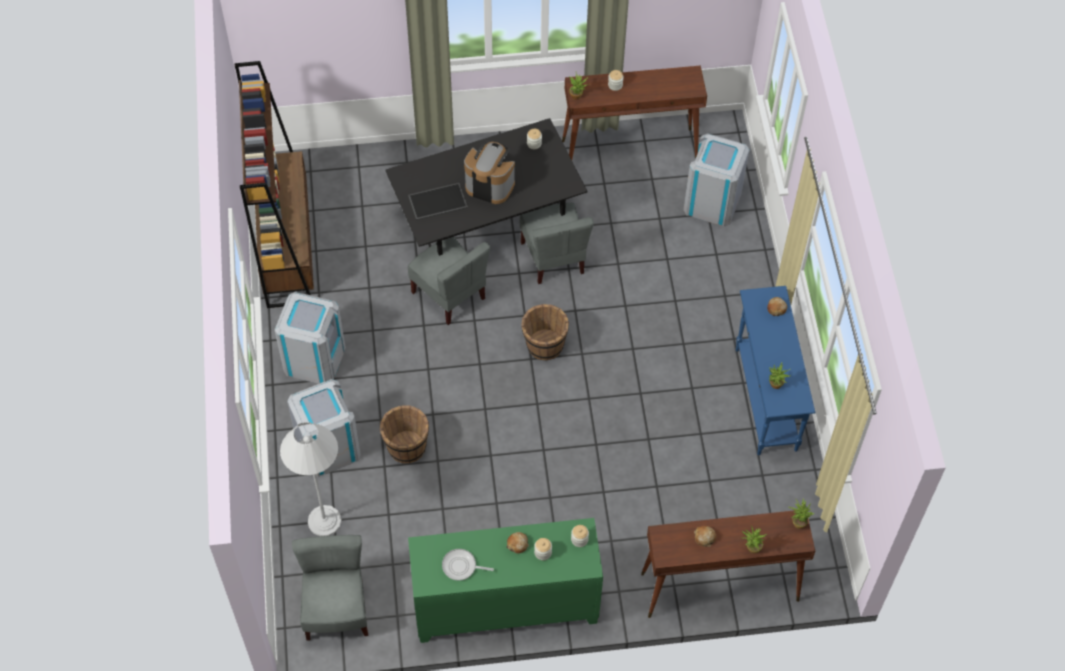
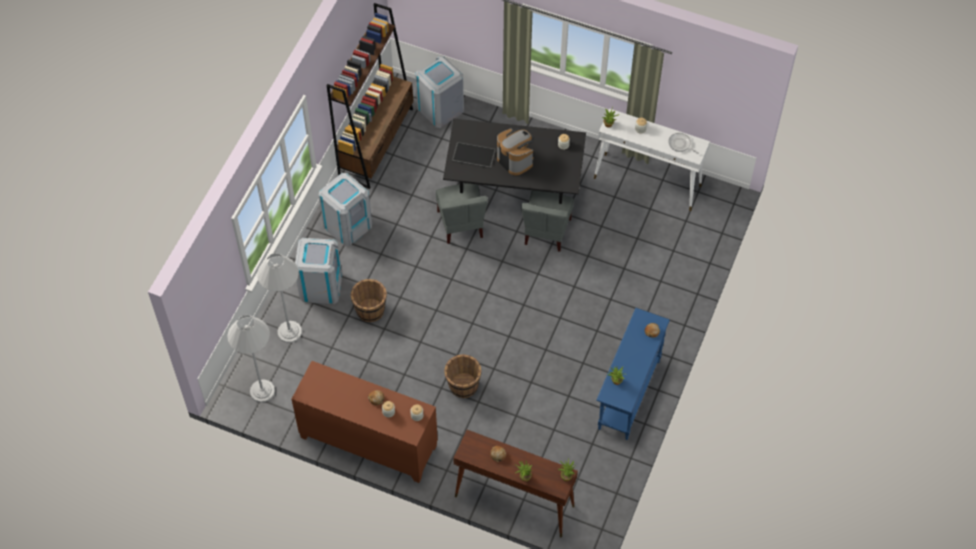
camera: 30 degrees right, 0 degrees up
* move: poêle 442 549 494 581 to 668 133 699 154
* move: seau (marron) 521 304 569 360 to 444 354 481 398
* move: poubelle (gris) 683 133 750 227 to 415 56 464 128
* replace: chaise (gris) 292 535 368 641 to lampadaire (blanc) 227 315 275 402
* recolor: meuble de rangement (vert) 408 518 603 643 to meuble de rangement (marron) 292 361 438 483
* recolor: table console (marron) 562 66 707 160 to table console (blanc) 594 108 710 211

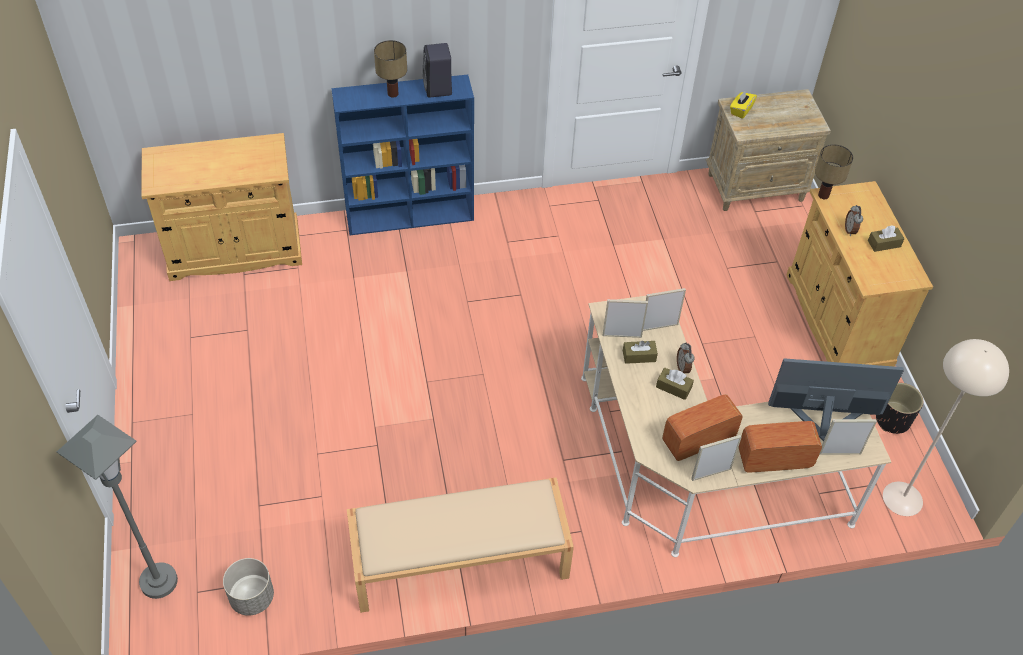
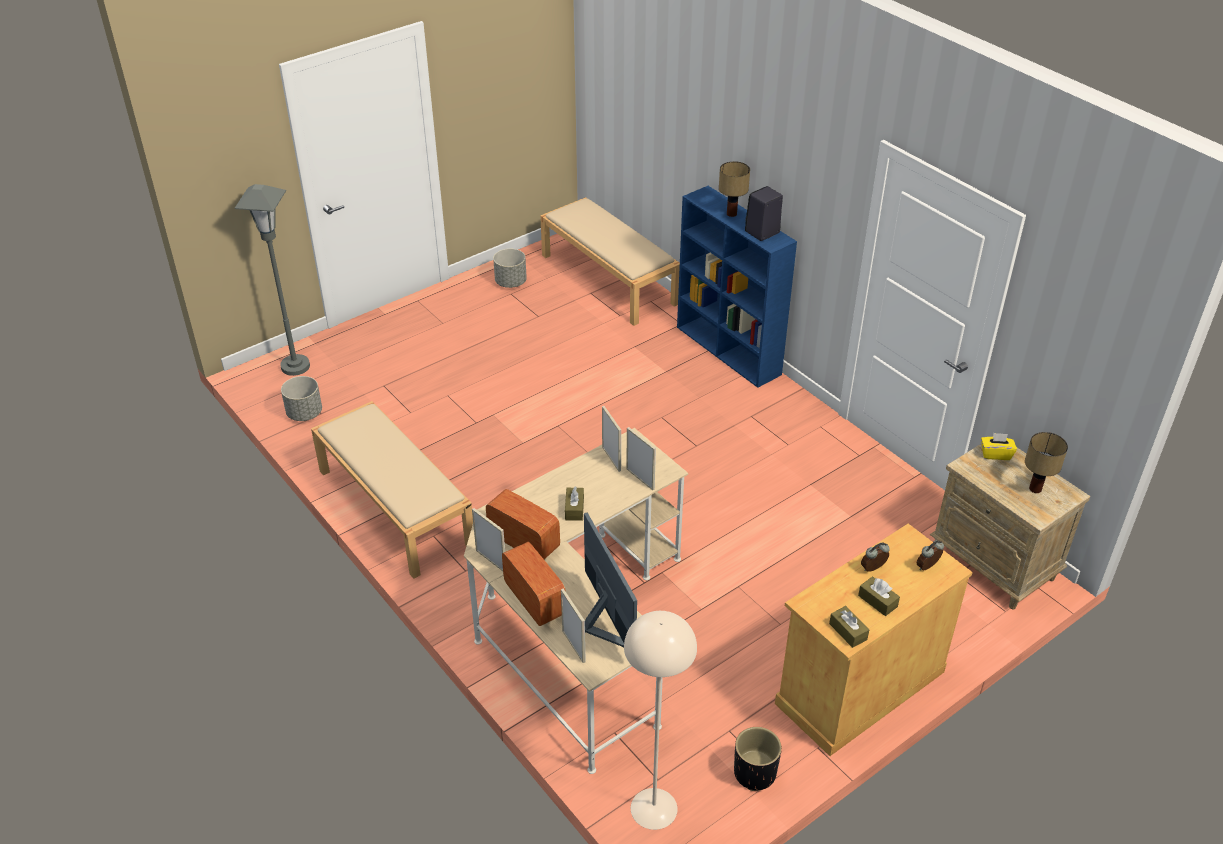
camera: 65 degrees right, 10 degrees down
* insert: cache-pot (gris) 493 249 527 288
* move: boîte à mouchoirs (marron) 623 341 658 364 to 829 606 869 648
* move: réveil 677 342 695 373 to 917 540 944 570
* move: lampe de table 815 144 853 199 to 1025 432 1068 493
* replace: meuble de rangement (beige) 141 133 302 281 to banc (beige) 540 197 680 326

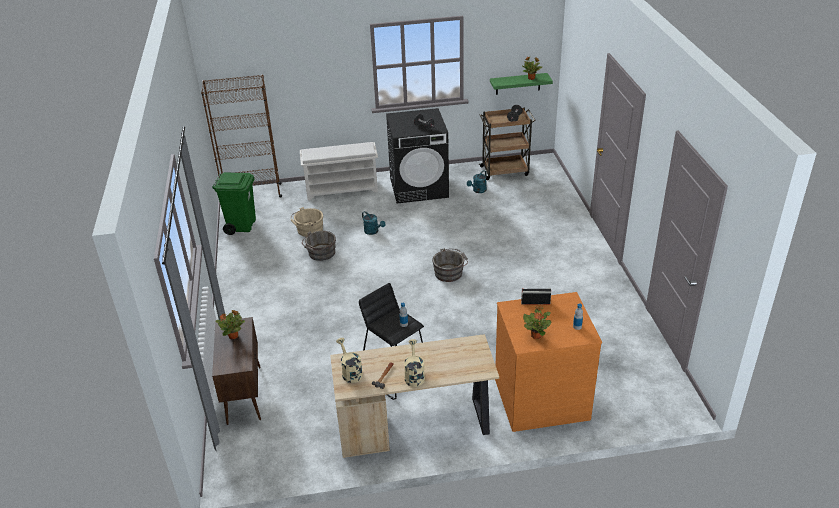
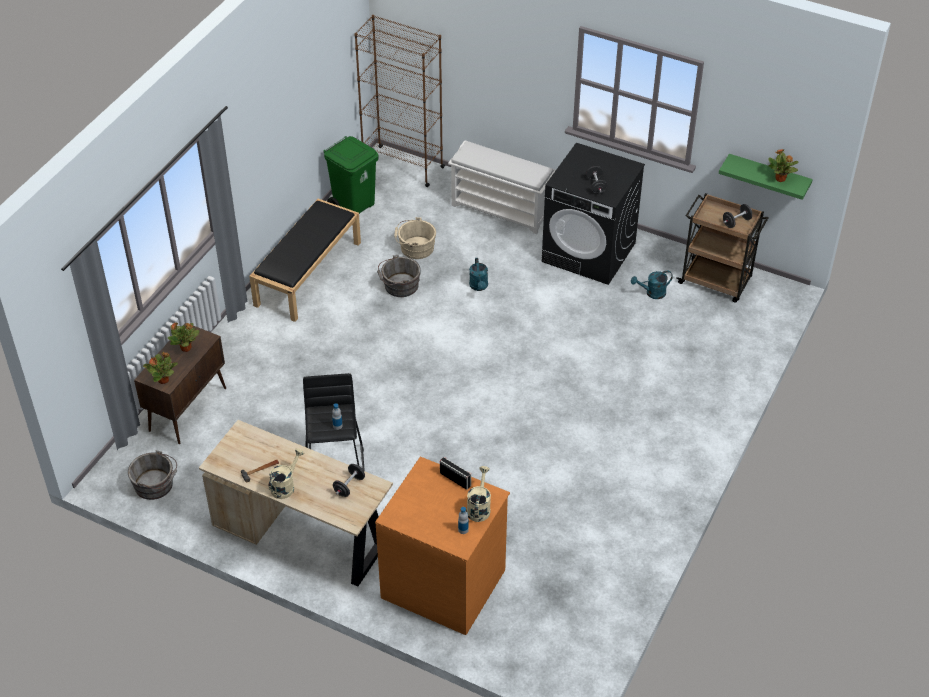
camera: 35 degrees right, 10 degrees up
* insert: banc (noir) 249 199 361 322
* insert: haltère (noir) 333 464 365 497
* move: arrosoir (beige) 336 338 363 383 to 467 466 491 522
* move: seau (gris) 432 248 468 282 to 128 450 177 500
* move: plante en pot 523 306 552 339 to 143 352 178 384

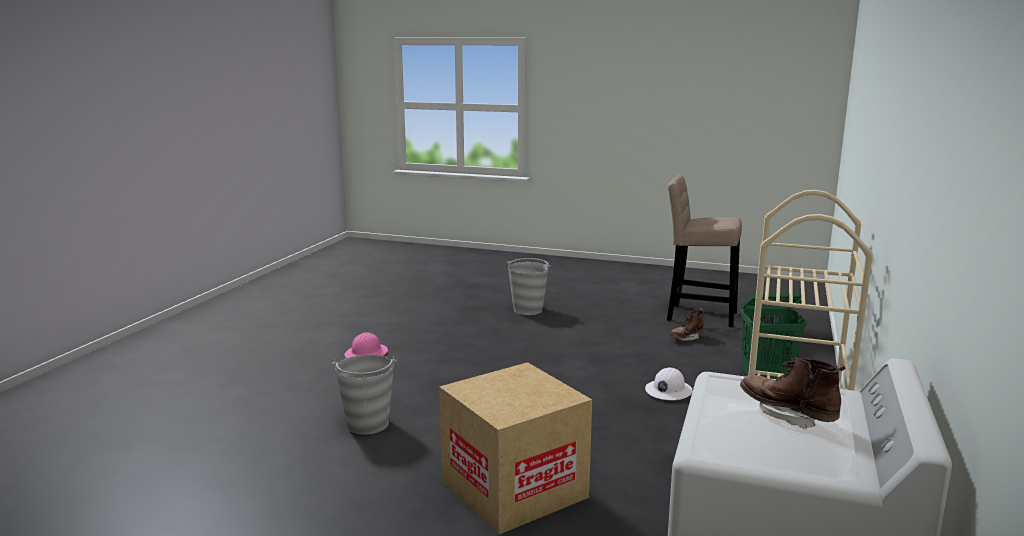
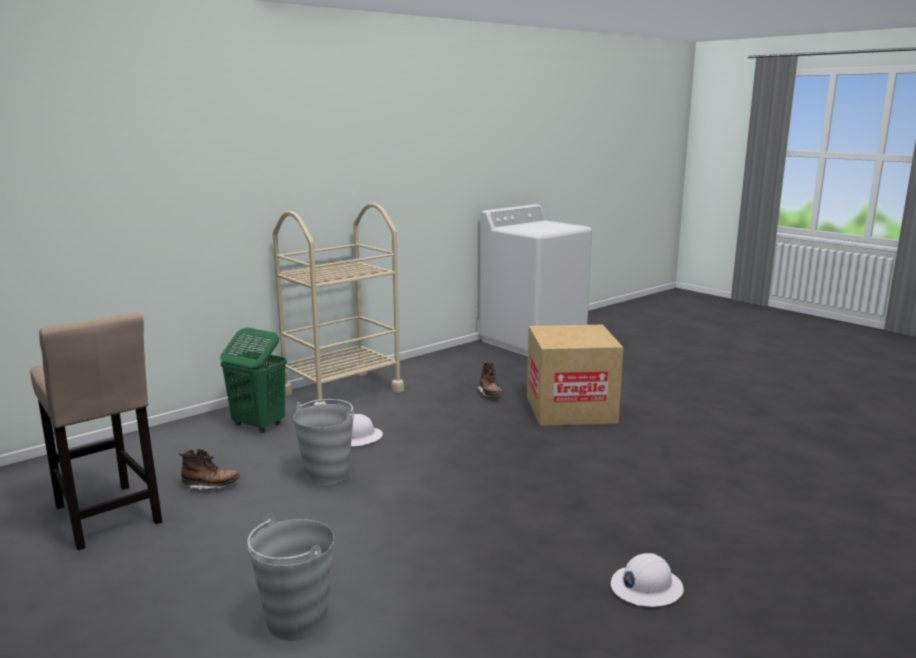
camera: 150 degrees left, 0 degrees up
* move: seau (gris) 332 355 397 434 to 293 399 354 486
* move: botte (marron) 740 357 846 429 to 477 361 501 397
* recolor: casque de chantier (rose) 344 332 388 358 to casque de chantier (blanc) 611 553 684 607

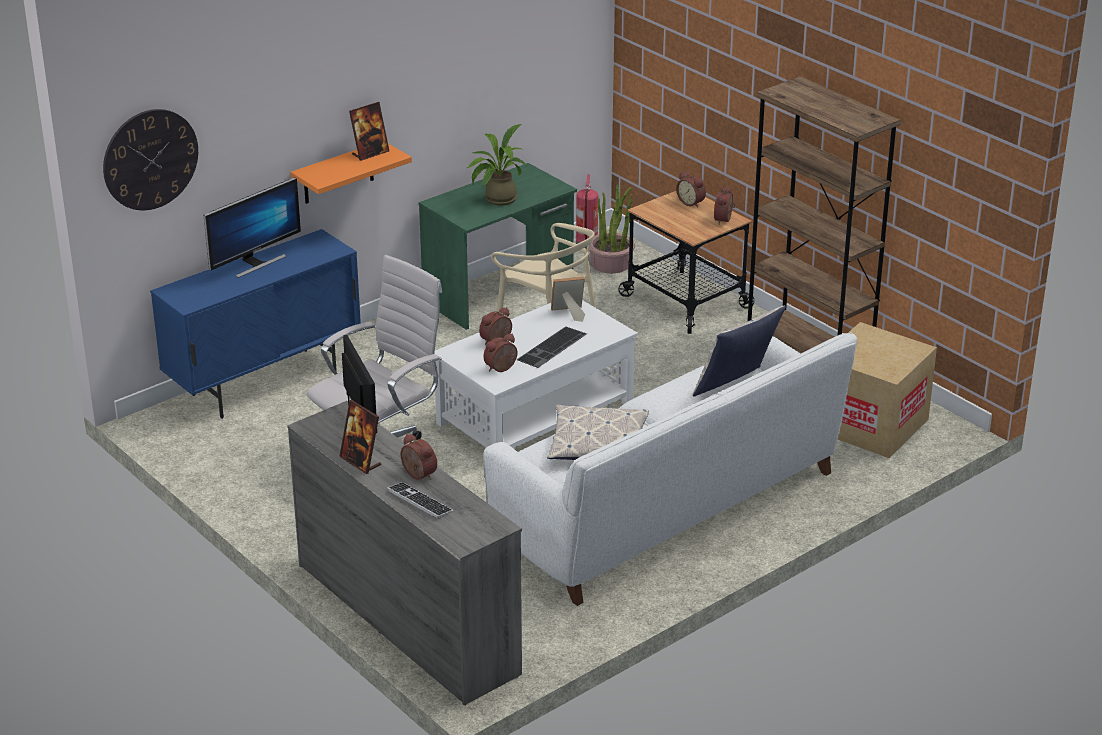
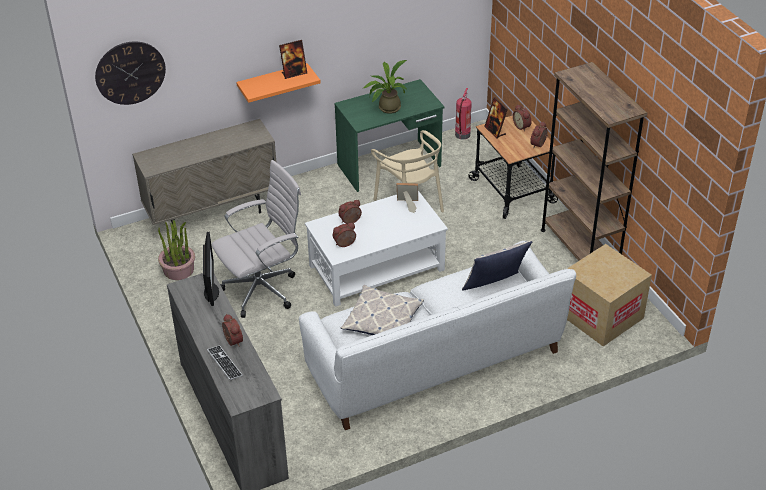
camera: 15 degrees right, 10 degrees up
* delete: écran d'ordinateur 204 177 301 278
* delete: clavier 516 327 587 368
* move: cadre photo 339 400 381 474 to 484 97 508 139
* move: plante en pot 589 185 635 273 to 158 219 195 280
* recolor: meuble de rangement (bleu) 150 229 361 419 to meuble de rangement (beige) 132 119 276 225

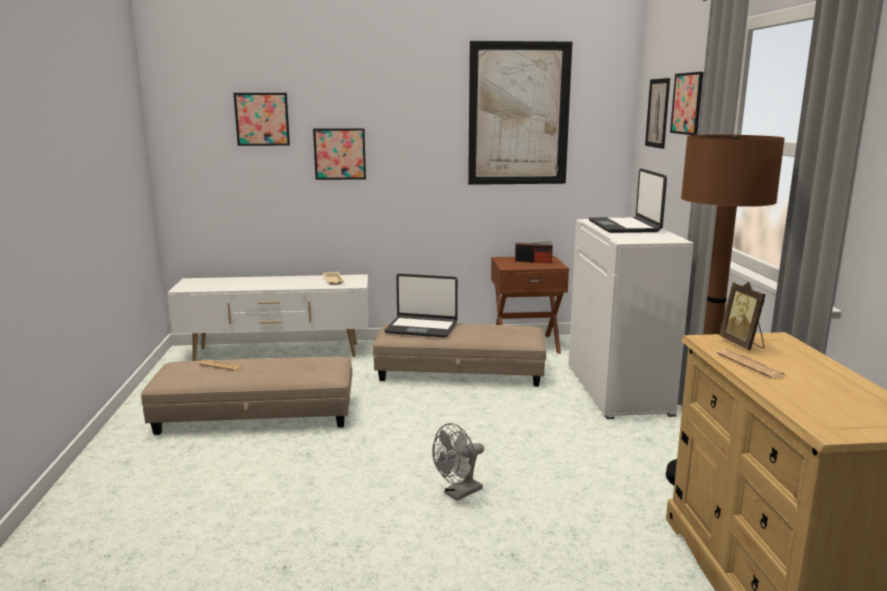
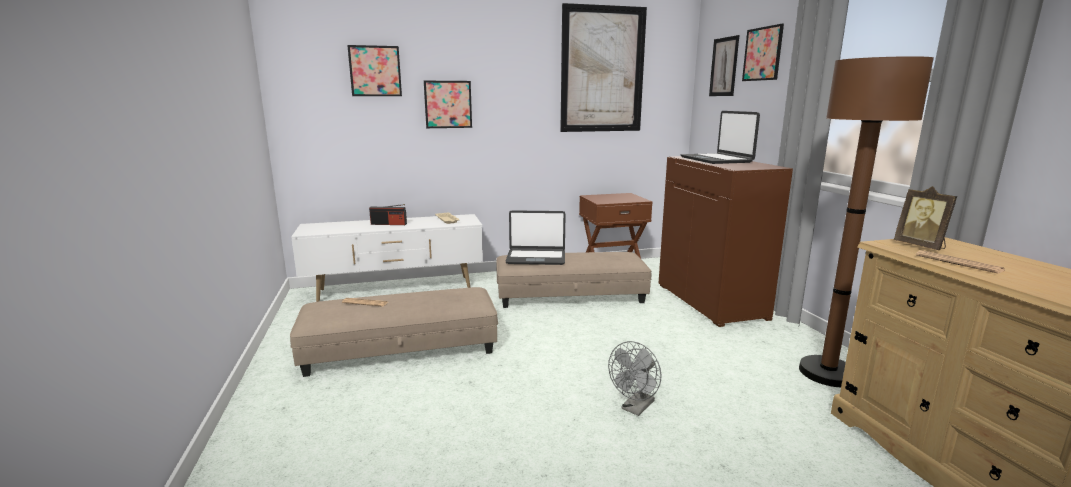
camera: 10 degrees left, 0 degrees up
* move: radio 515 241 553 263 to 369 204 407 225
* recolor: meuble de rangement (blanc) 568 219 694 419 to meuble de rangement (marron) 659 156 793 327

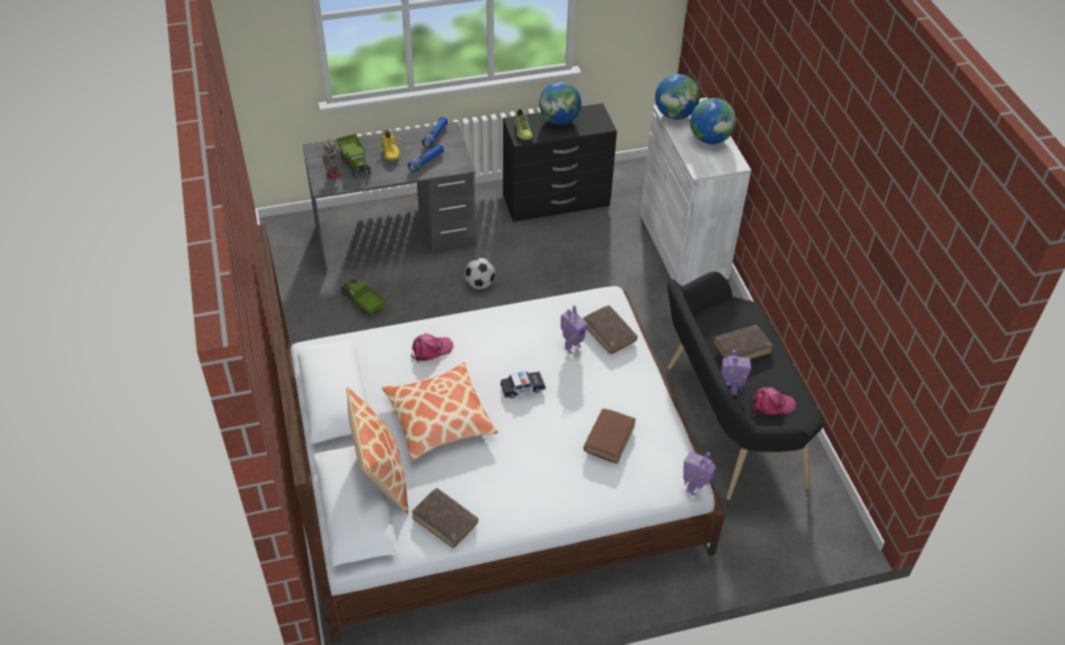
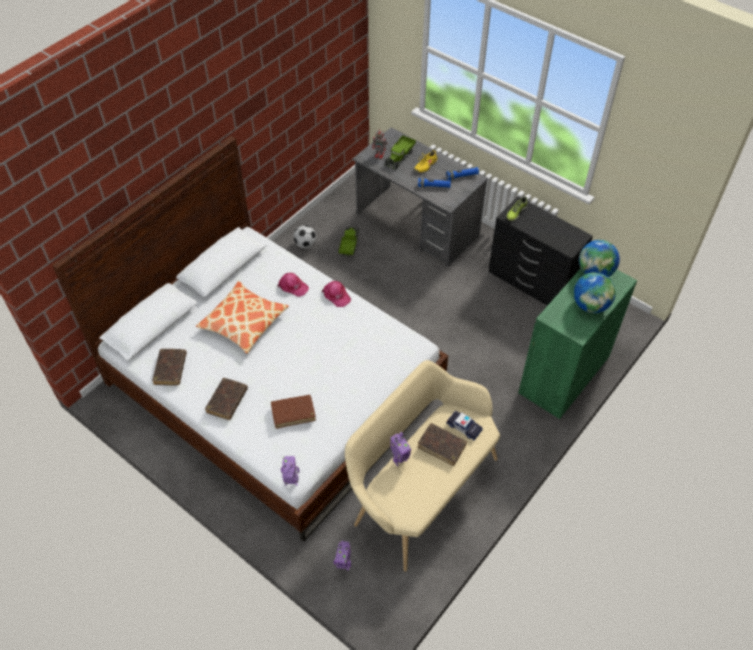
camera: 55 degrees right, 5 degrees up
* delete: coussin 346 387 408 514
* delete: globe 539 82 581 125
* move: ballon de foot 464 258 495 289 to 293 225 316 249
* move: petite voiture 500 371 546 398 to 446 411 483 440
* move: robot jouet 561 305 587 353 to 334 541 351 571
* move: livre (marron) 583 305 637 354 to 205 378 248 420
* move: casquette (rose) 750 387 796 415 to 322 281 351 307
* recolor: meuble de rangement (blanc) 640 98 751 286 to meuble de rangement (vert) 518 268 637 419
* recolor: banc (noir) 667 272 823 500 to banc (beige) 345 360 500 571

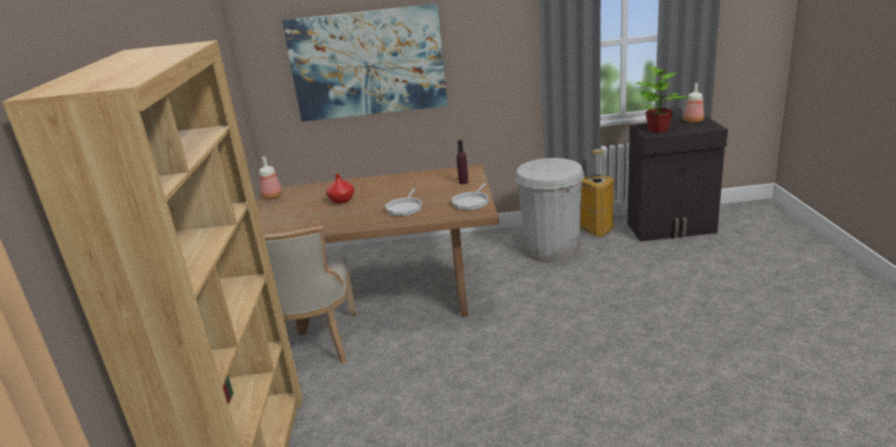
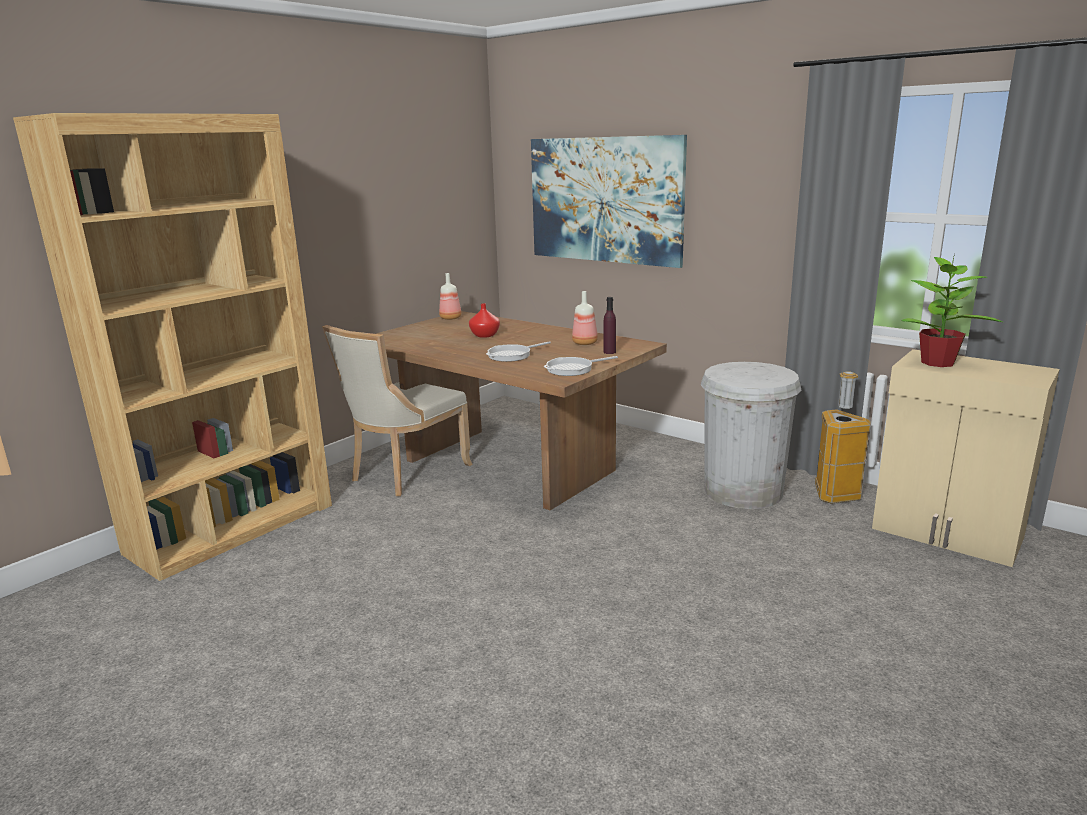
camera: 40 degrees right, 5 degrees down
* move: bouteille 684 83 704 123 to 572 291 598 345
* recolor: meuble de rangement (noir) 628 117 728 242 to meuble de rangement (beige) 872 349 1060 567

